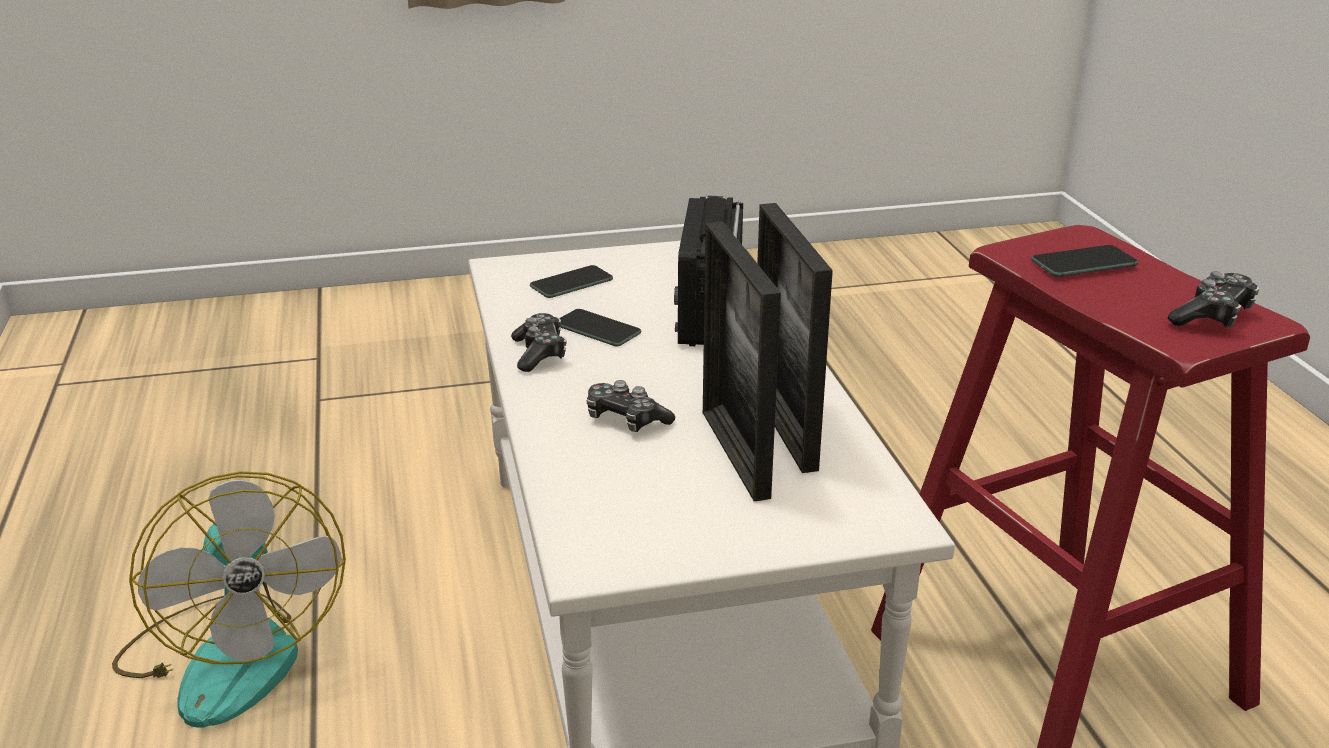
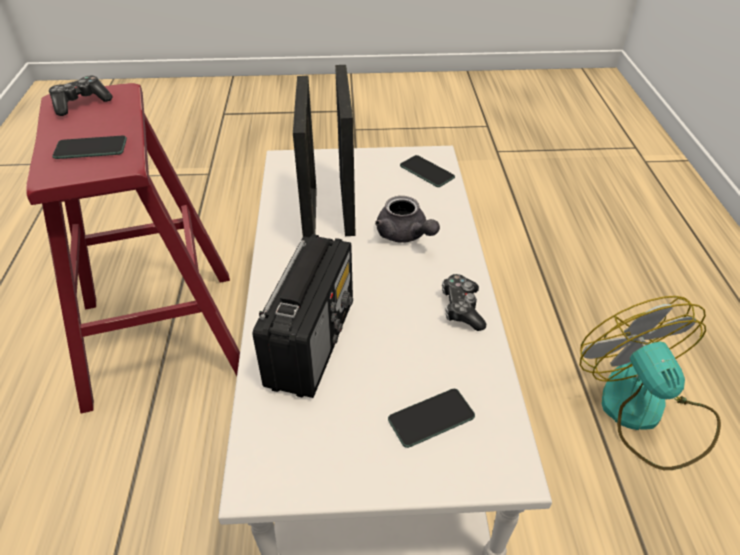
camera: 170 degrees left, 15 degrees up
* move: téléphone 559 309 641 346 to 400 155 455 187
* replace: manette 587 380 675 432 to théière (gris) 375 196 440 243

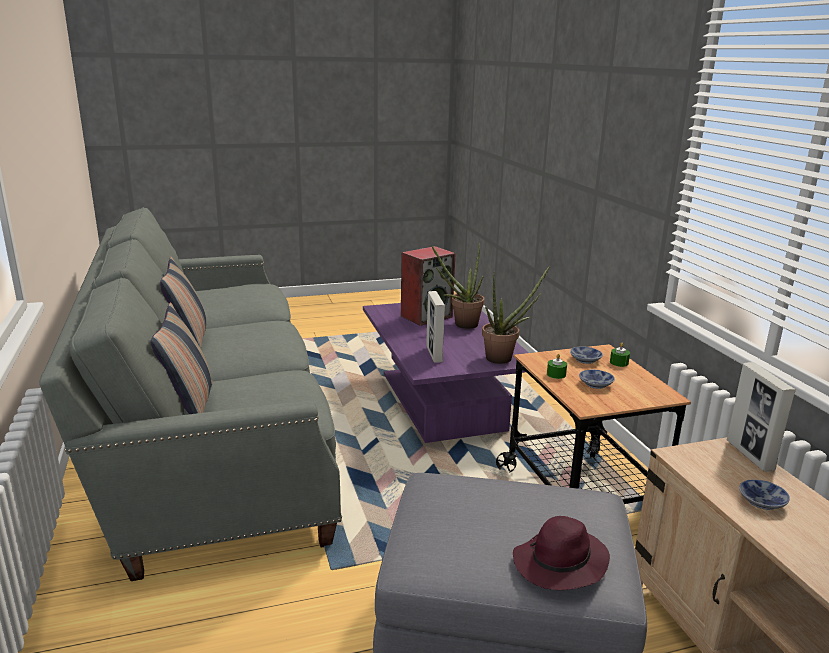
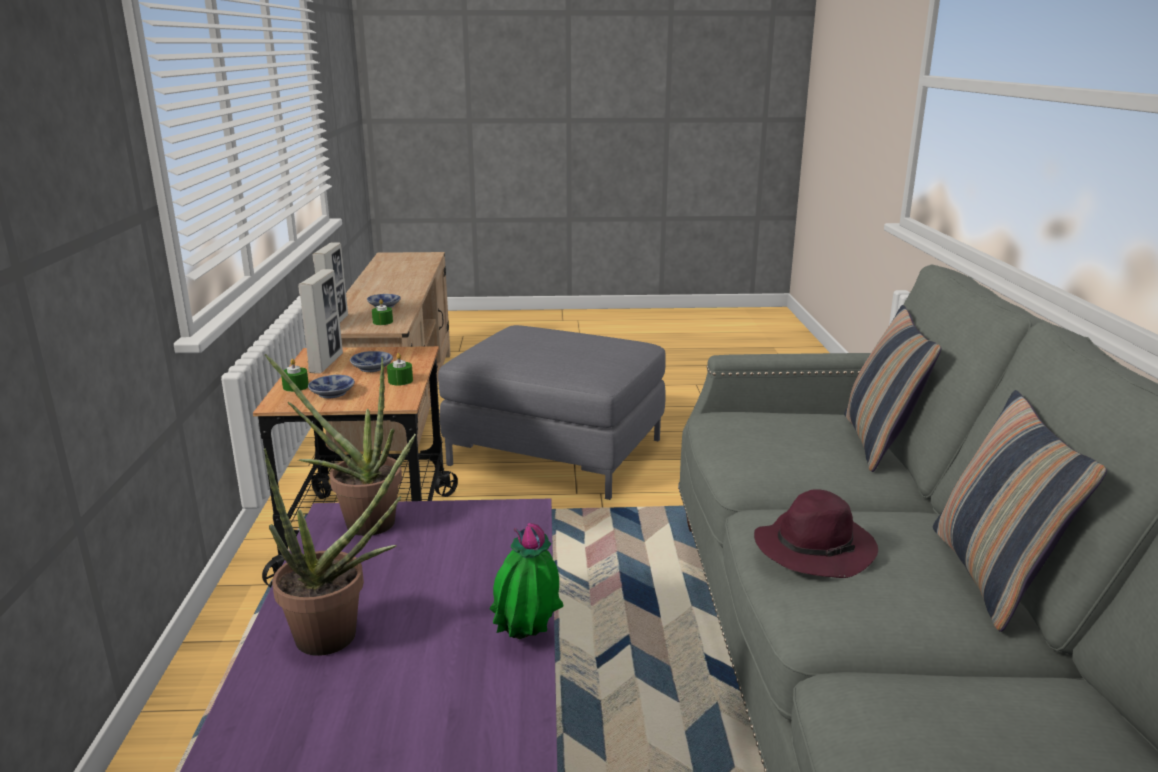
camera: 165 degrees left, 0 degrees up
* delete: enceinte 401 246 455 326
* insert: bougie (vert) 372 299 393 325
* insert: plante en pot 490 523 564 639
* move: cadre photo 426 291 445 363 to 298 269 343 373
* move: chapeau (violet) 513 516 610 590 to 754 489 878 578

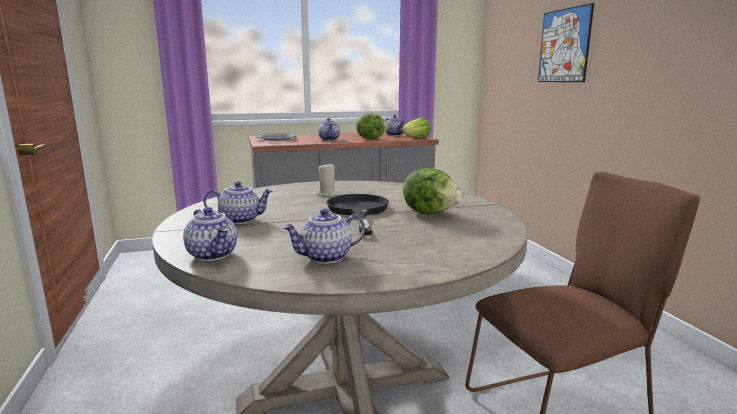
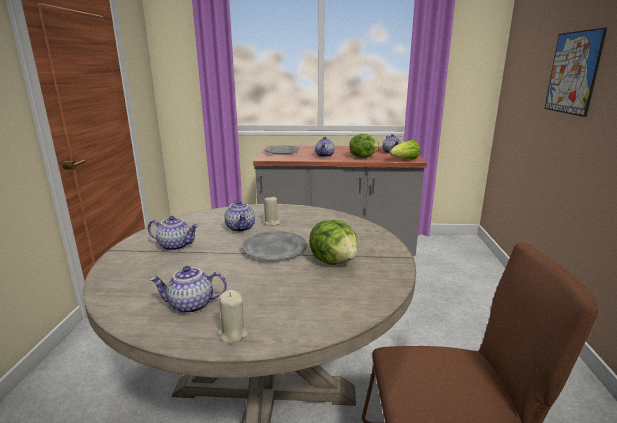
camera: 20 degrees right, 5 degrees up
* insert: bougie (beige) 217 290 248 343
* move: théière 183 207 237 261 to 225 200 255 232
* replace: poêle (noir) 326 194 389 235 to assiette (gris) 242 231 307 260

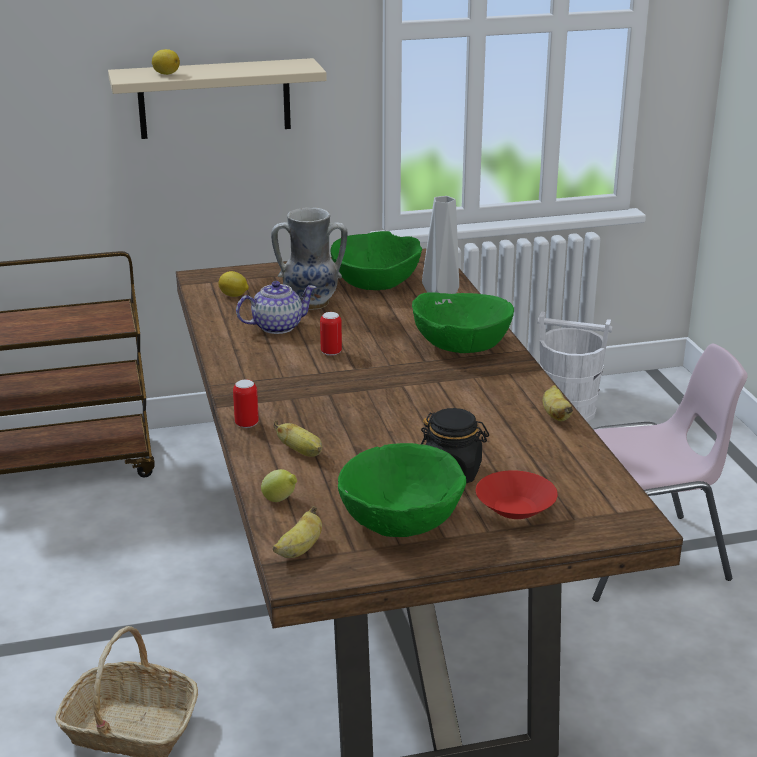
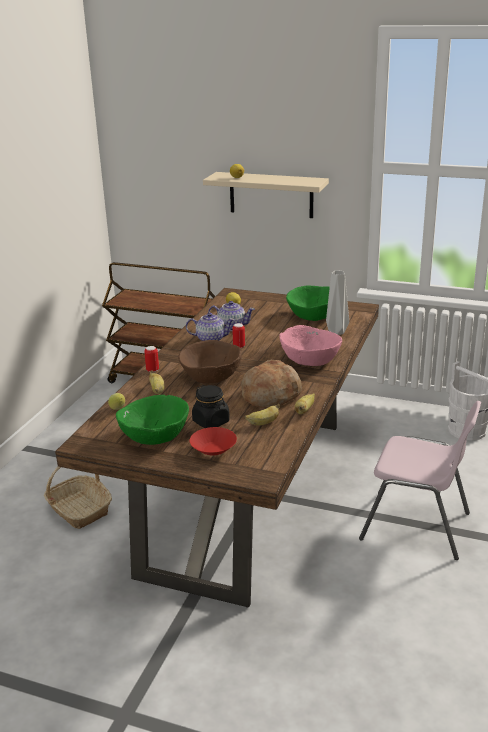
camera: 35 degrees right, 0 degrees up
* delete: vase 271 207 348 310
* insert: bol (marron) 178 340 242 384
* insert: théière 186 312 235 341
* insert: pain 241 360 302 408
* move: banane 273 506 322 558 to 245 404 280 425
* recolor: bol (vert) 412 292 514 353 to bol (rose) 279 325 342 366

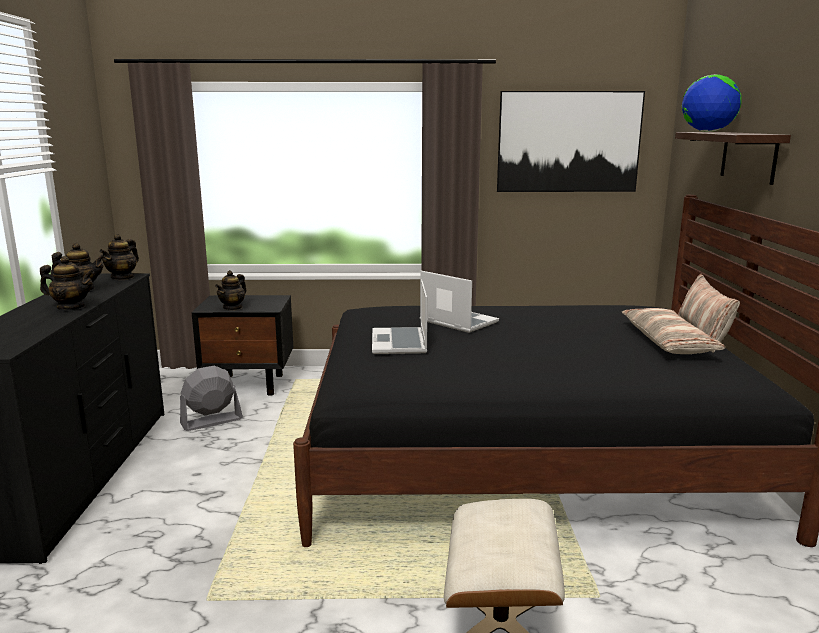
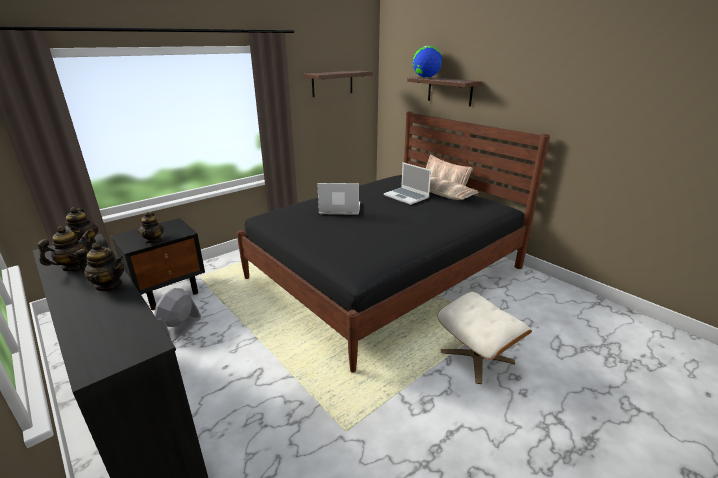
camera: 40 degrees left, 10 degrees up
* move: ordinateur portable 372 280 427 354 to 384 162 431 205
* replace: tableau 497 91 645 192 to étagère 304 70 373 97
* rotate: théière 40 256 94 310 = 76 243 124 291 45 degrees clockwise

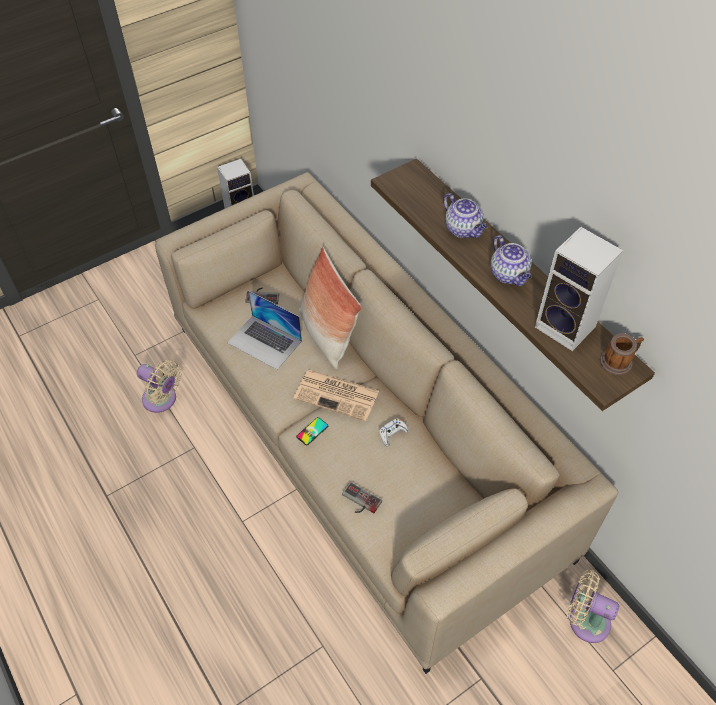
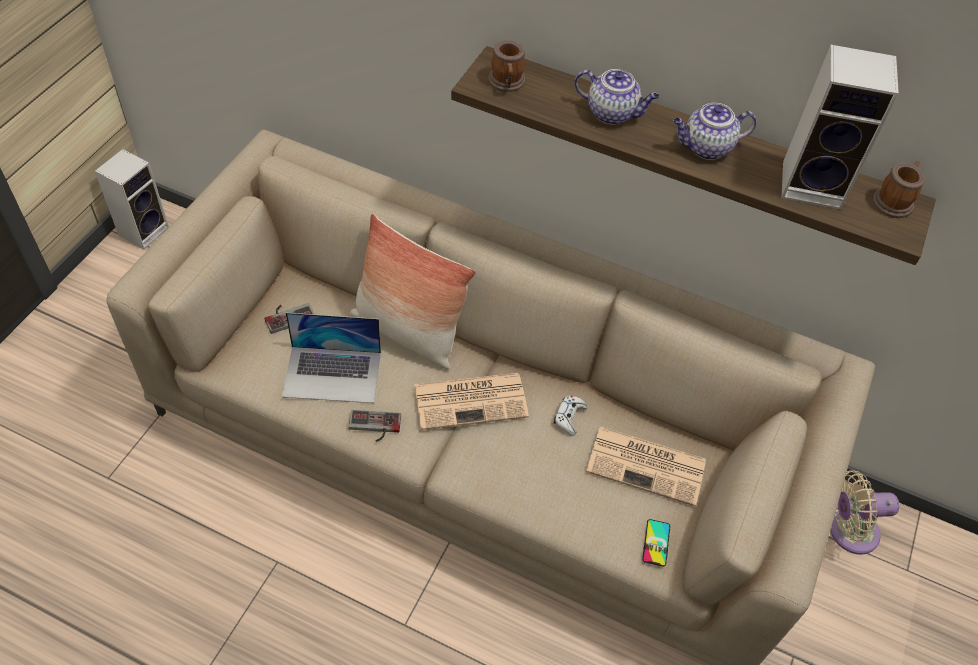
camera: 35 degrees left, 0 degrees up
* delete: ventilateur (beige) 137 360 181 413
* insert: mug 488 40 525 92
* insert: journal 586 426 706 507
* move: téléphone 296 417 328 446 to 642 519 670 567
* move: manette 342 482 382 513 to 349 410 401 442
* rotate: théière 490 235 532 286 = 673 103 757 160 135 degrees clockwise

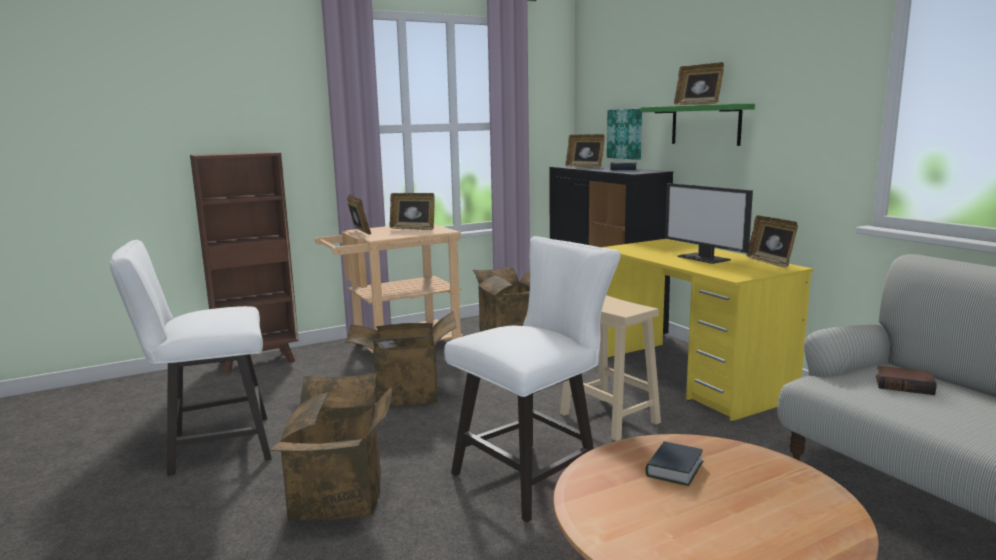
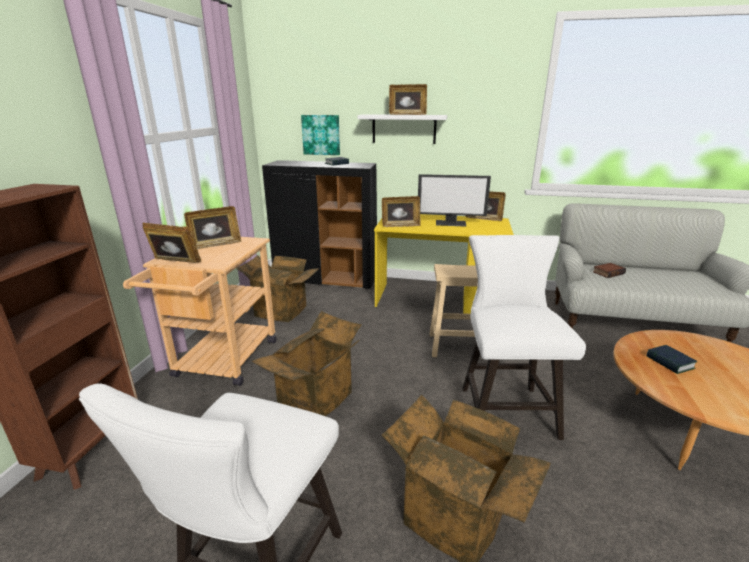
camera: 50 degrees left, 10 degrees up
* move: cadre photo 566 134 605 168 to 382 196 420 227
* recolor: étagère (vert) 641 104 755 146 to étagère (blanc) 358 114 447 144

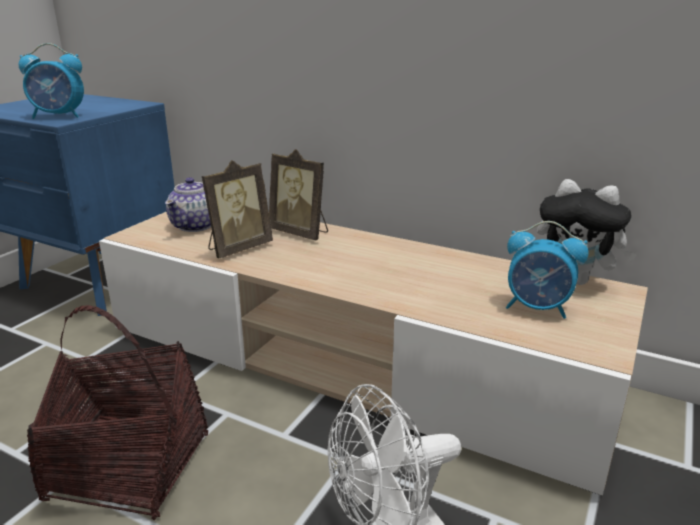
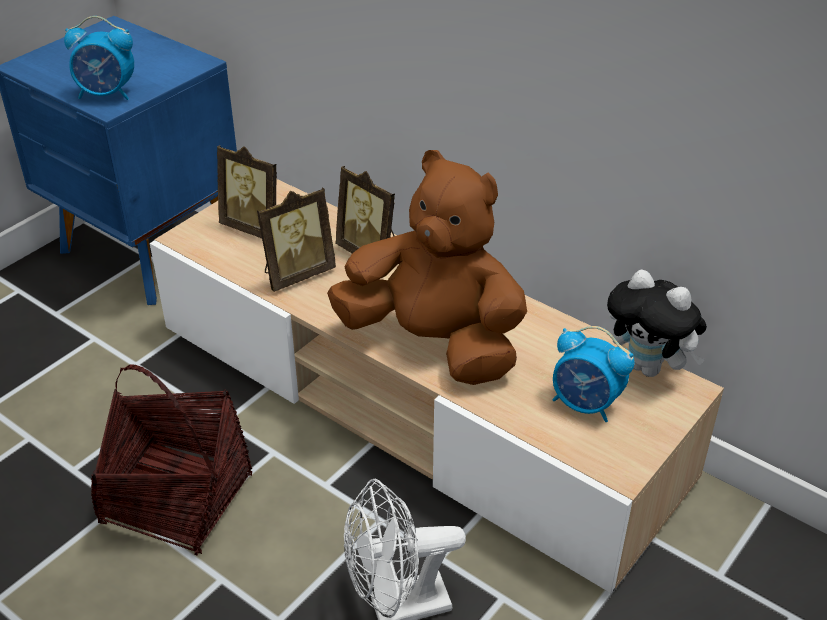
camera: 10 degrees right, 15 degrees up
* insert: peluche (marron) 327 150 527 385
* replace: théière 165 177 211 232 to cadre photo 217 145 277 239

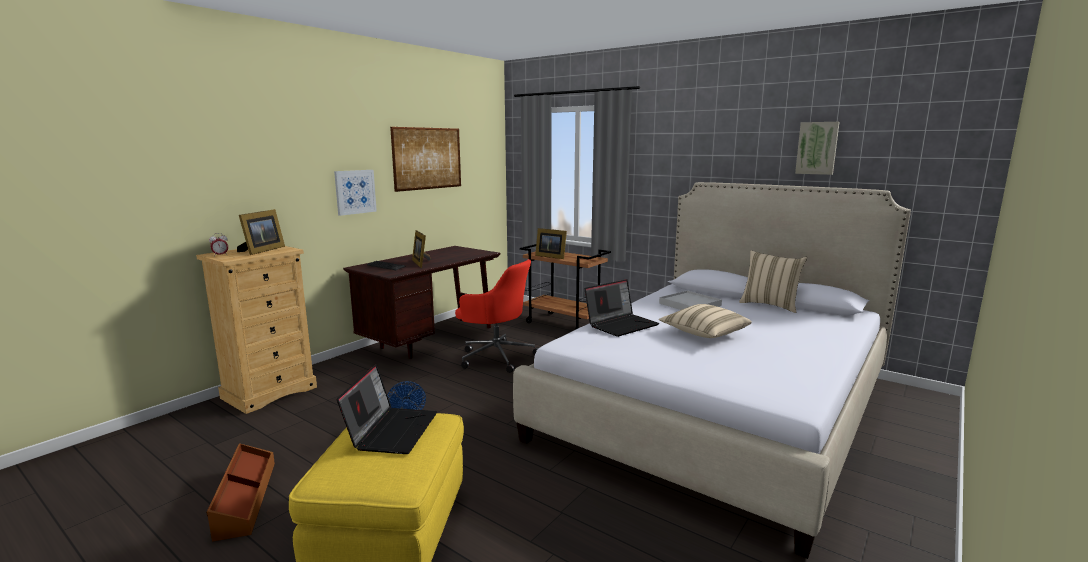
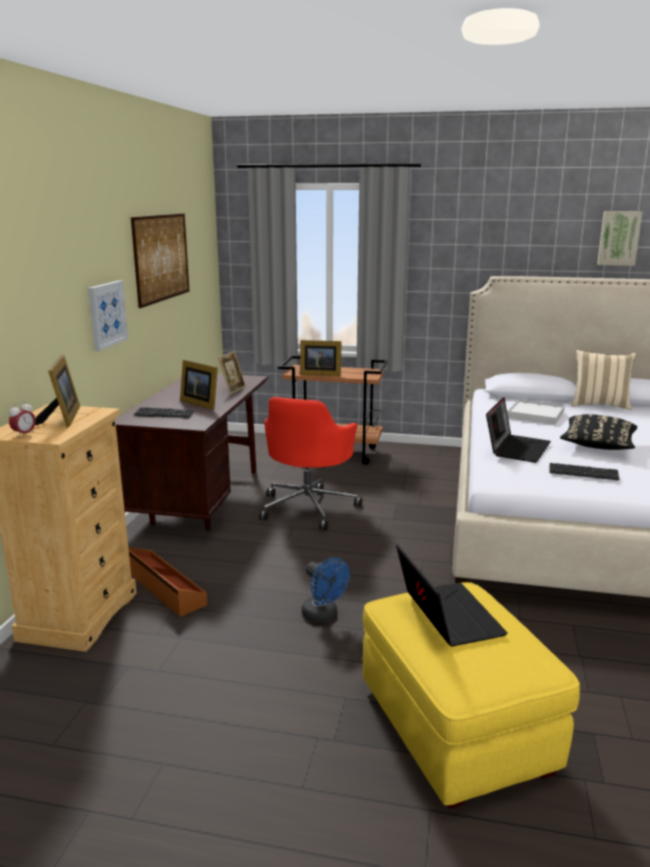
camera: 25 degrees left, 5 degrees up
* insert: cadre photo 218 351 246 394
* insert: clavier 549 463 619 480
* move: boîte de rangement (marron) 206 443 275 542 to 128 547 207 617
* recolor: coussin (beige) 659 304 752 338 to coussin (noir) 560 414 637 450
* rotate: chaise de bureau (rouge) 455 259 539 373 = 259 397 362 530 105 degrees clockwise

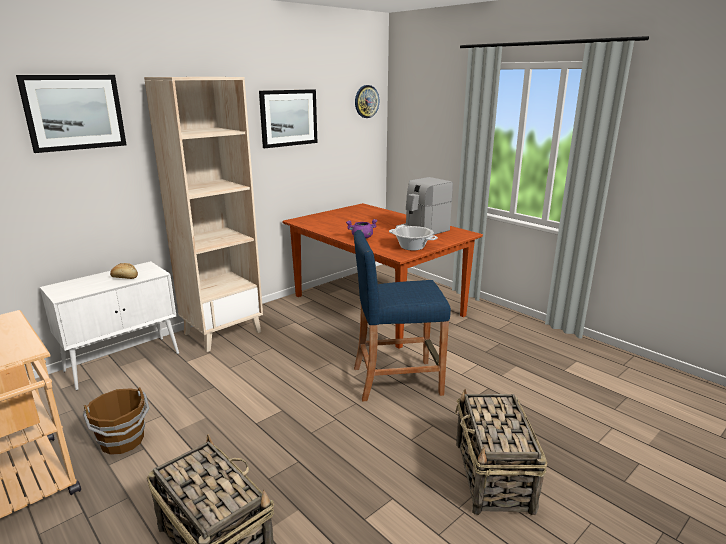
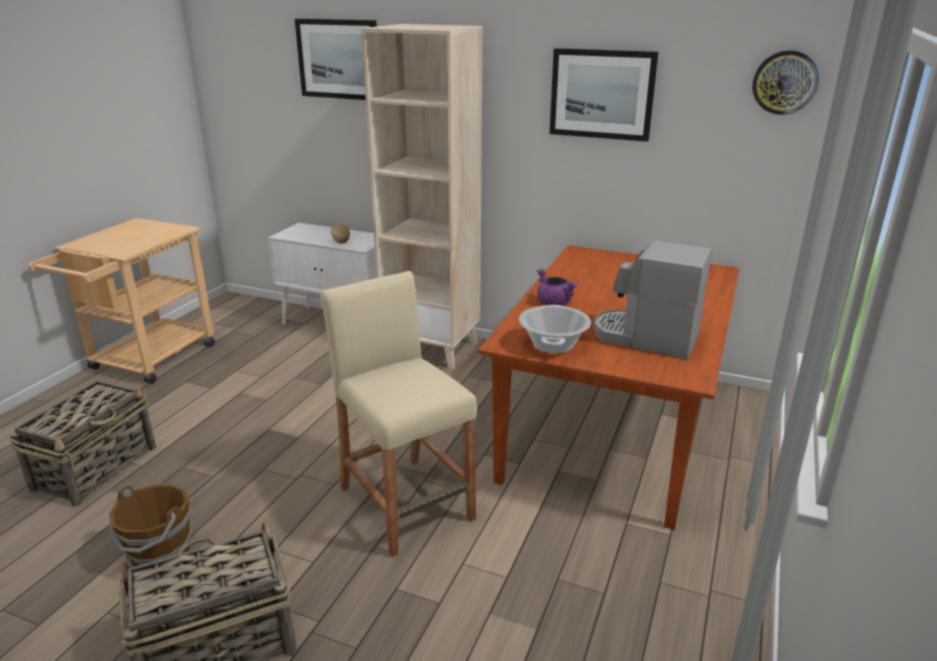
camera: 65 degrees right, 5 degrees up
* move: seau (marron) 83 387 150 455 to 109 485 191 567
* recolor: tabouret (bleu) 354 230 451 402 to tabouret (beige) 320 271 477 557

